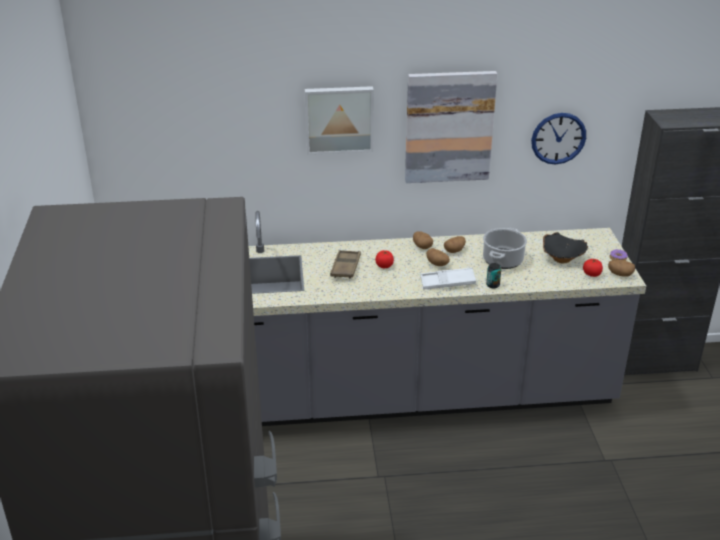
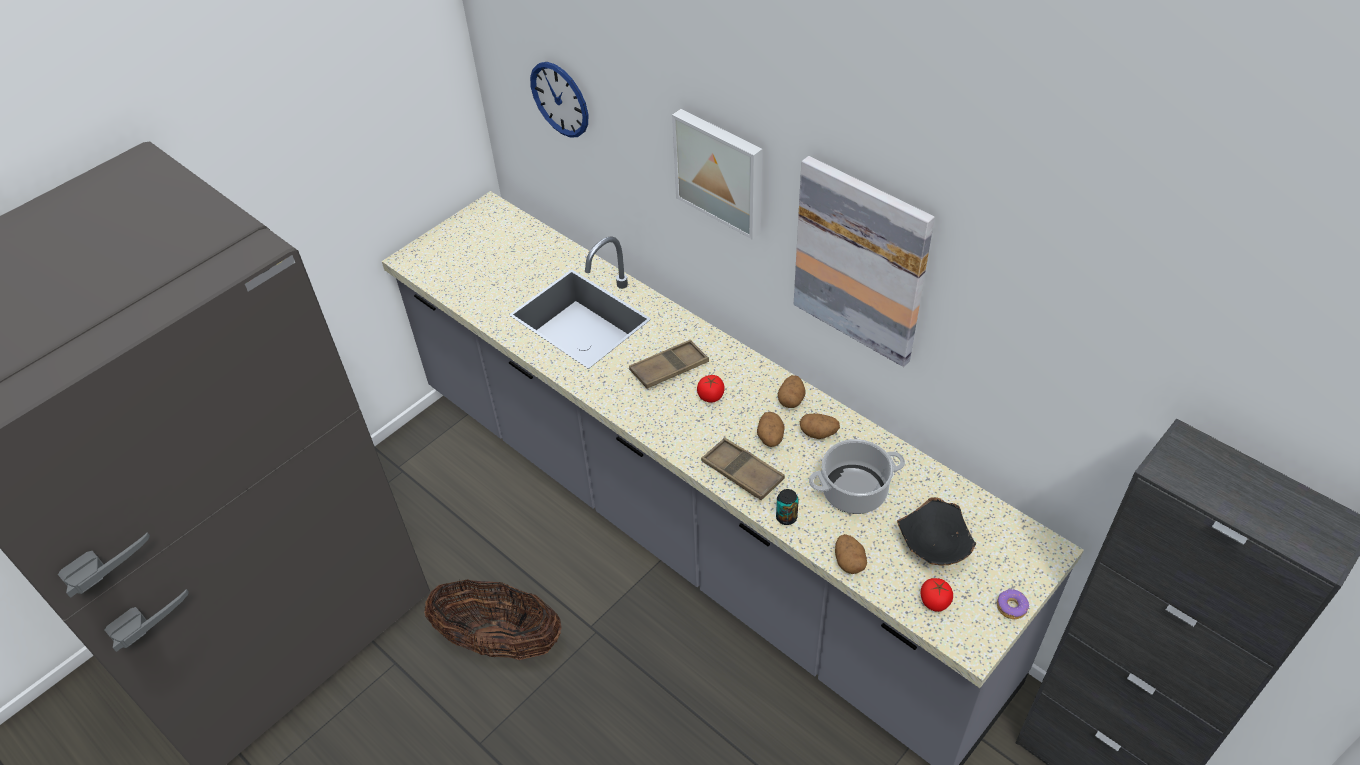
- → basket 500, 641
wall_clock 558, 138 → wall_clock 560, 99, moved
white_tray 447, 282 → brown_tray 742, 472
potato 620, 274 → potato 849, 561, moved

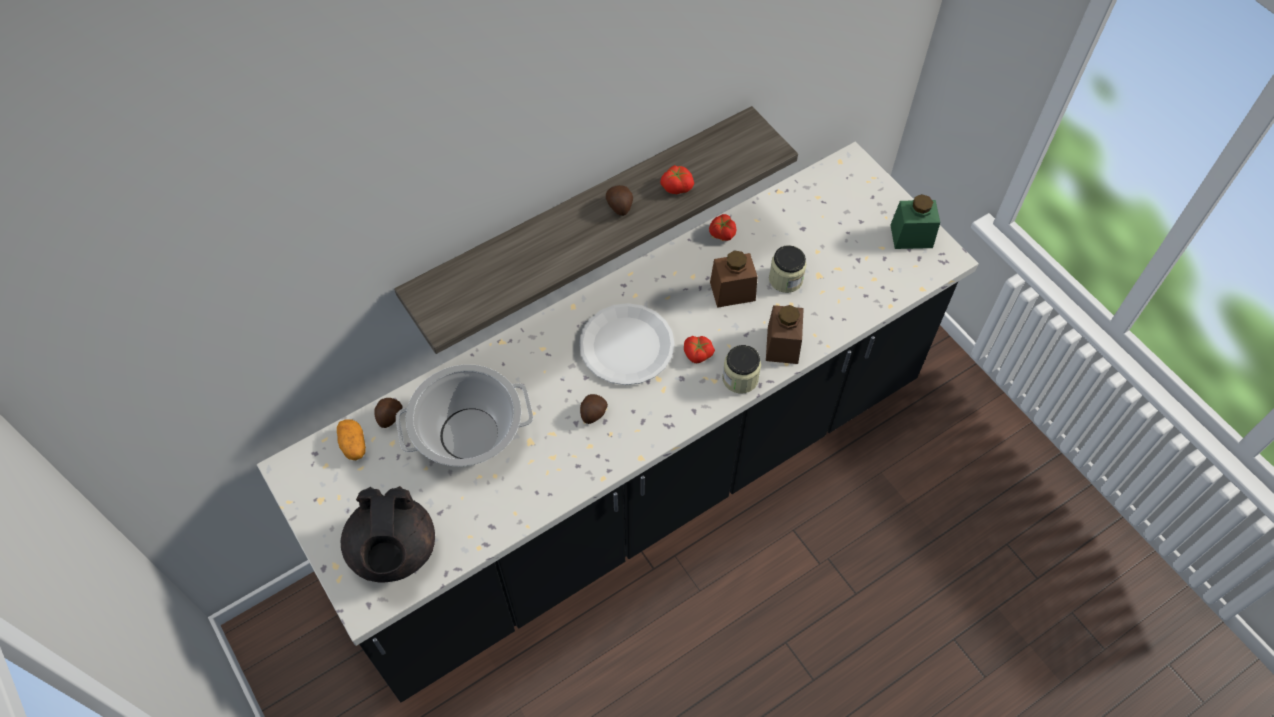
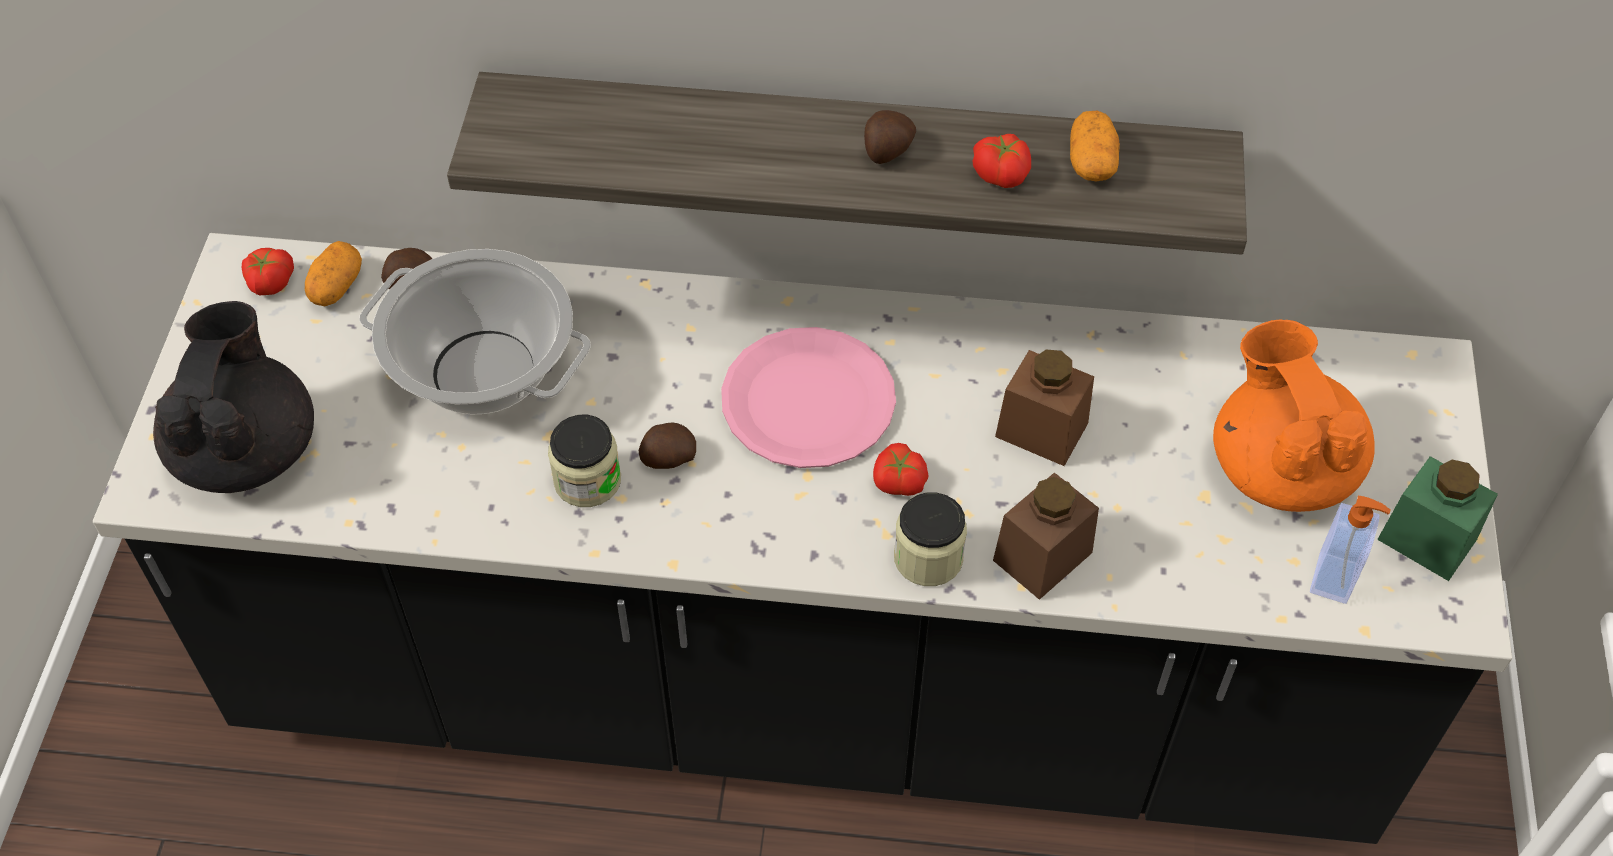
black_teapot 394, 551 → black_teapot 247, 450, 150 degrees clockwise
tomato 721, 233 → tomato 269, 281, moved
jar 785, 279 → jar 587, 480, moved
white_plate 626, 345 → pink_plate 808, 400
- → potato 1091, 162
- → orange_teapot 1281, 467
- → soap_dispenser 1335, 578

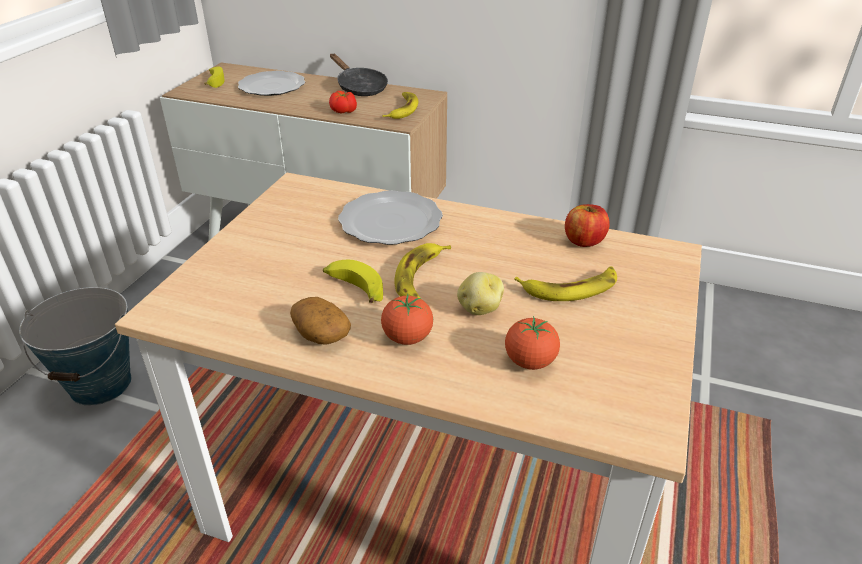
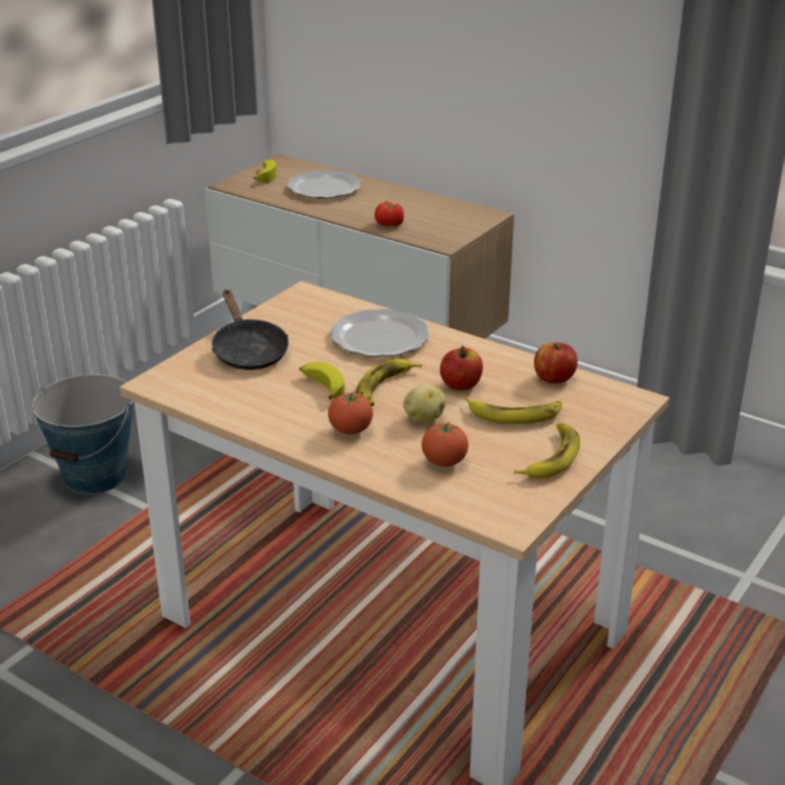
black_frying_pan 359, 87 → black_frying_pan 248, 351, moved
- → apple 461, 385
banana 402, 109 → banana 551, 457, moved
potato 320, 334 → -

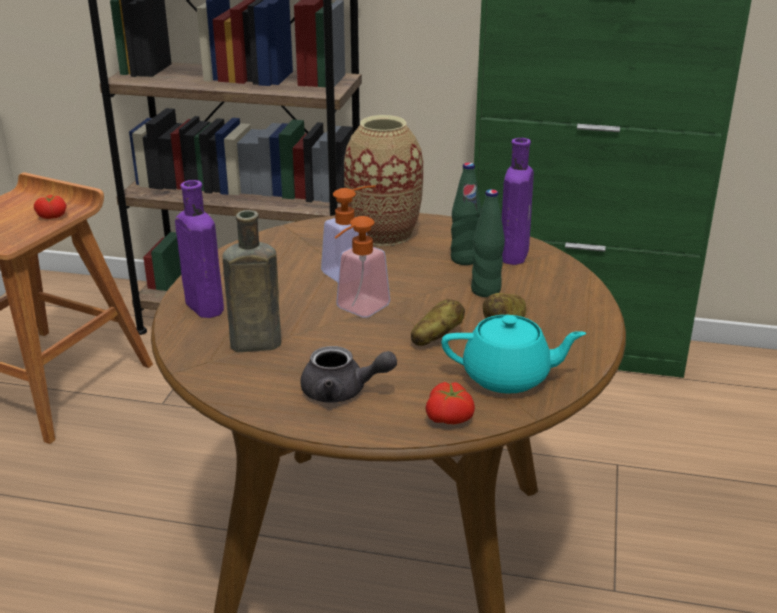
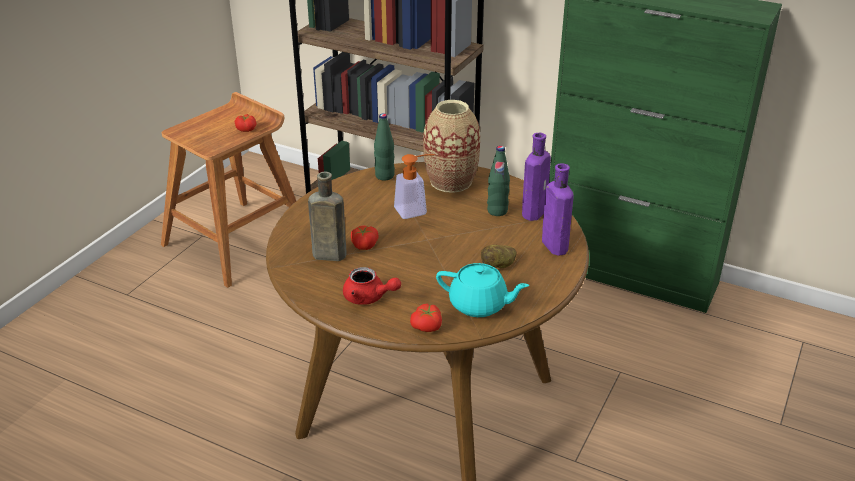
grey_teapot 342, 392 → red_teapot 369, 298
- → tomato 363, 245
green_bottle 486, 291 → green_bottle 384, 176, moved
purple_bottle 202, 305 → purple_bottle 553, 245, moved
soap_dispenser 357, 310 → -
potato 436, 337 → -

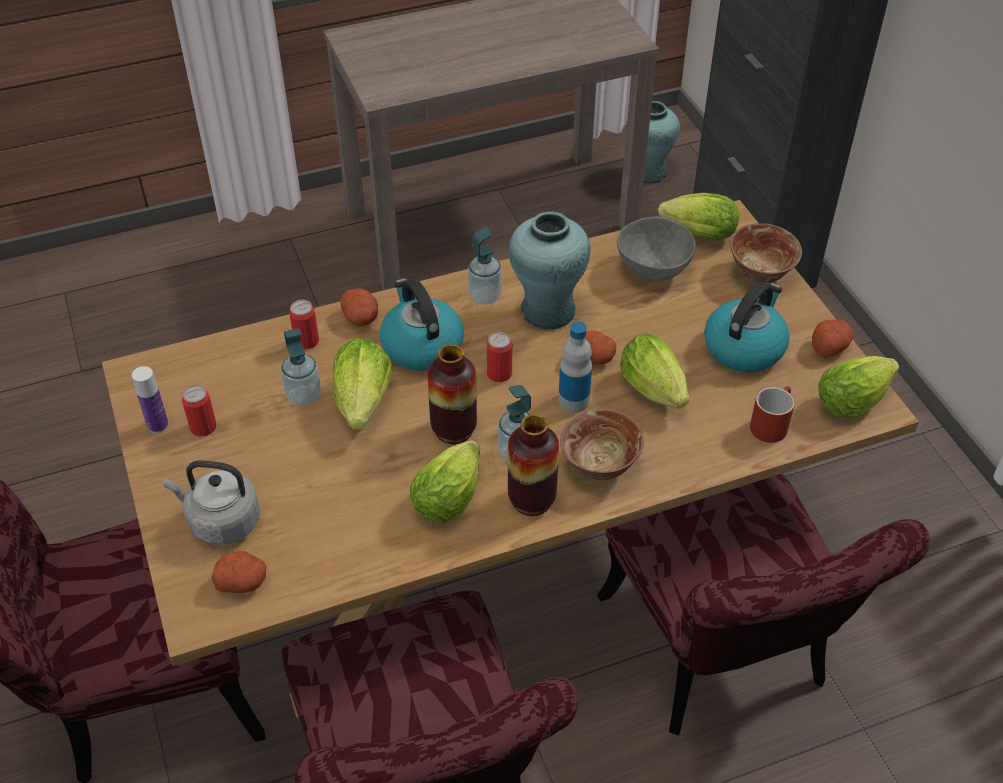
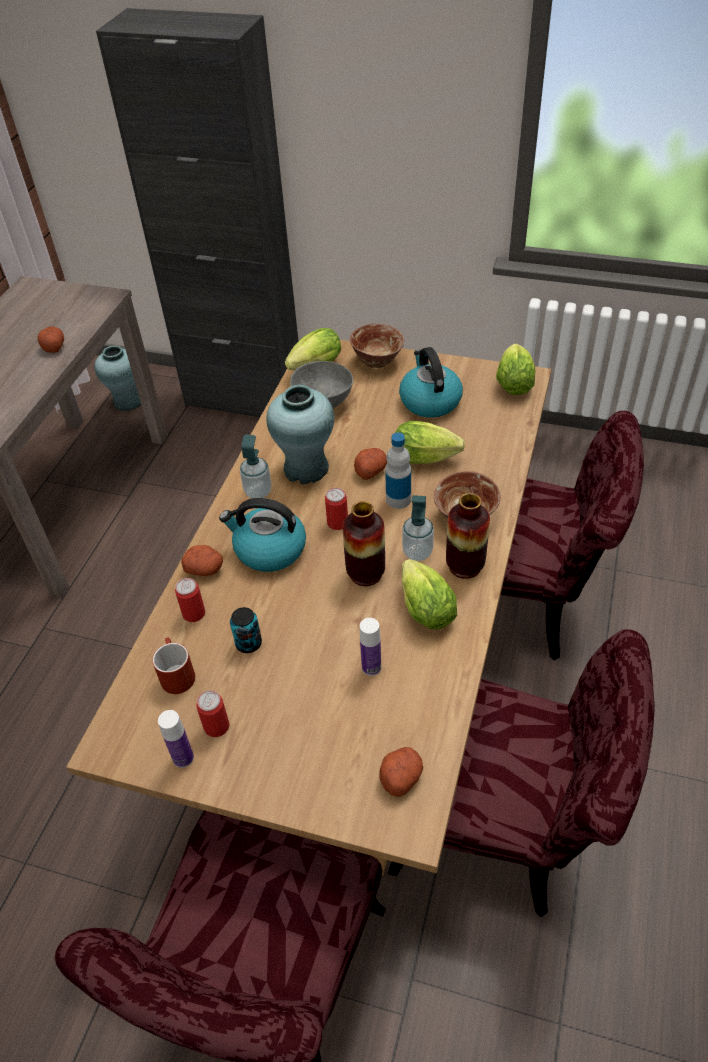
potato 829, 346 → potato 53, 347, moved
red_mug 770, 423 → red_mug 175, 674, moved
soap_dispenser 304, 396 → can 248, 643
- → bottle 371, 667
grey_kettle 221, 521 → -
lettuce 363, 402 → -

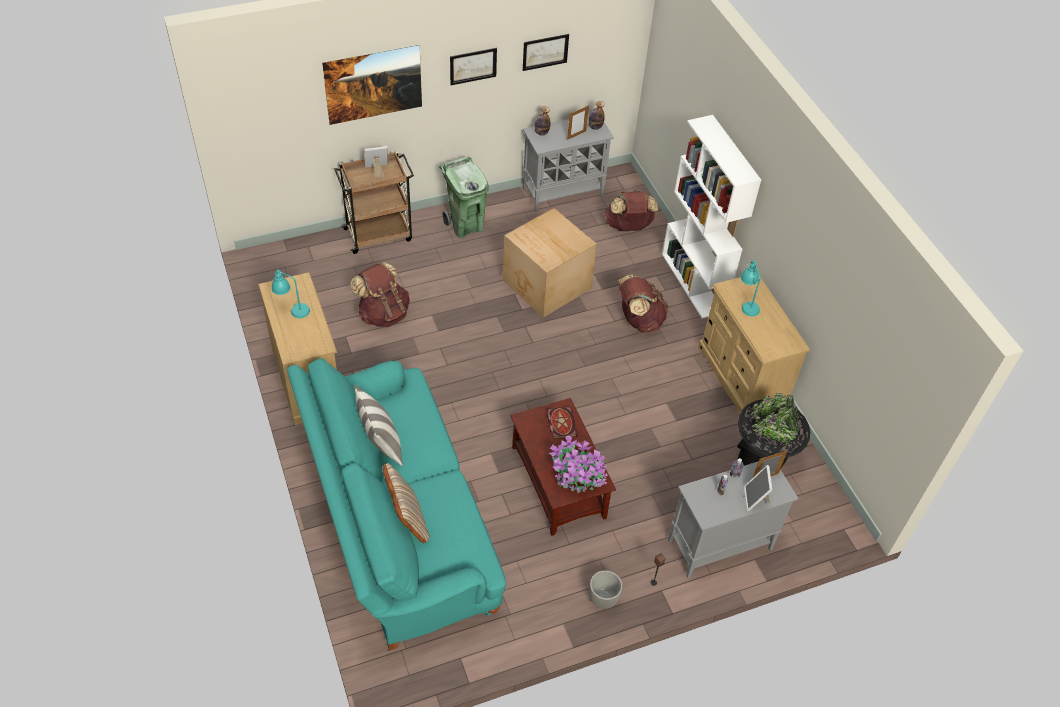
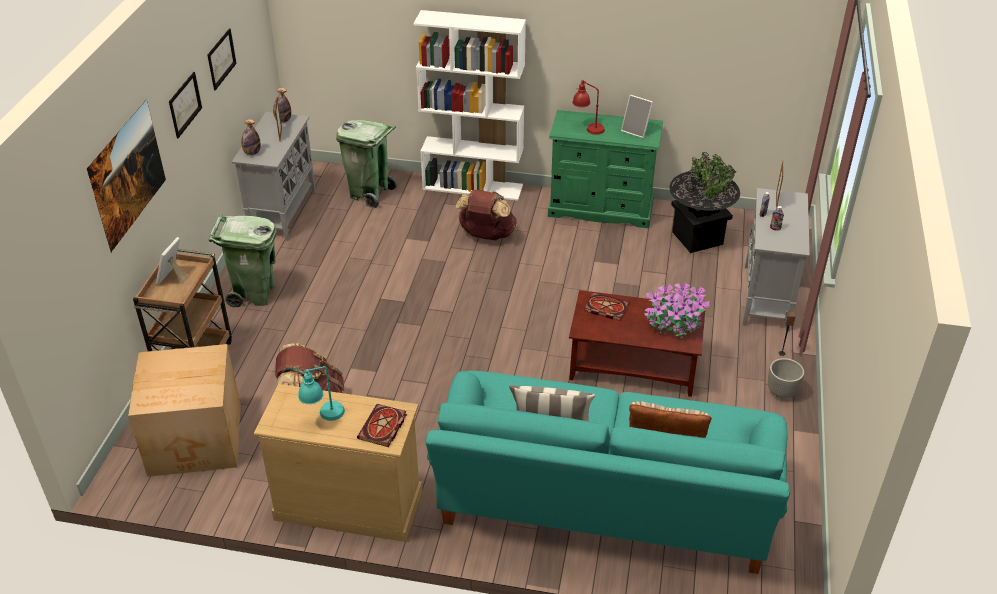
cardboard_box 546, 285 → cardboard_box 196, 440, moved
brown_backpack 628, 227 → green_trash_can 370, 193
- → book 383, 428
beige_dresser 741, 377 → green_dresser 601, 208
turquoise_table_lamp 746, 303 → red_table_lamp 587, 129
picture_frame 756, 499 → picture_frame 636, 131, moved

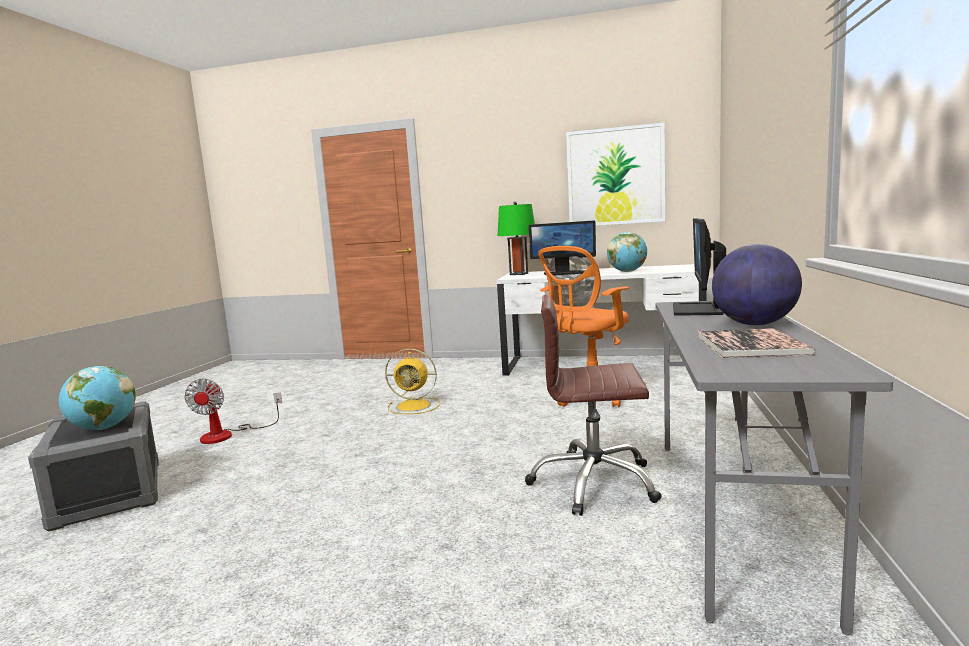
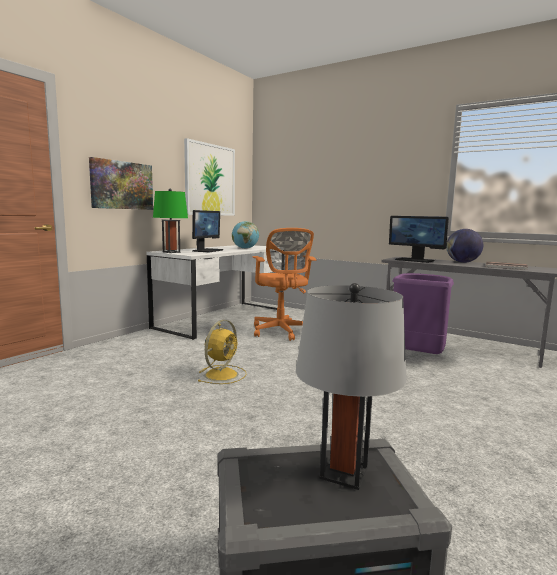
- → picture 122, 185
globe 103, 428 → grey_table_lamp 344, 472
brown_office_chair 593, 483 → purple_trash_can 417, 357
fan 228, 435 → -

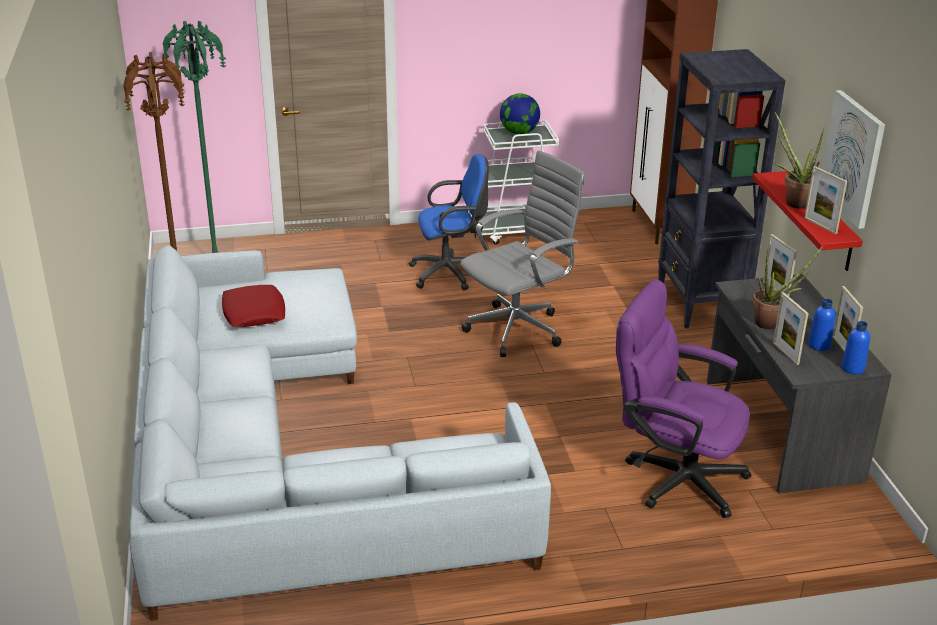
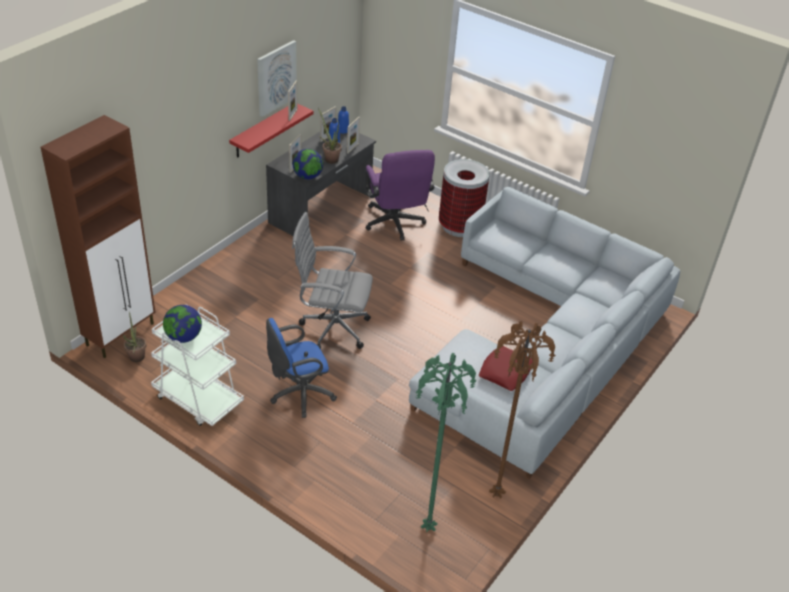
potted_plant 793, 202 → potted_plant 136, 359, moved
blue_office_chair 451, 273 → blue_office_chair 299, 395, 60 degrees counterclockwise
- → globe 307, 176
- → trash_can 459, 226
black_bookcase 701, 305 → -

